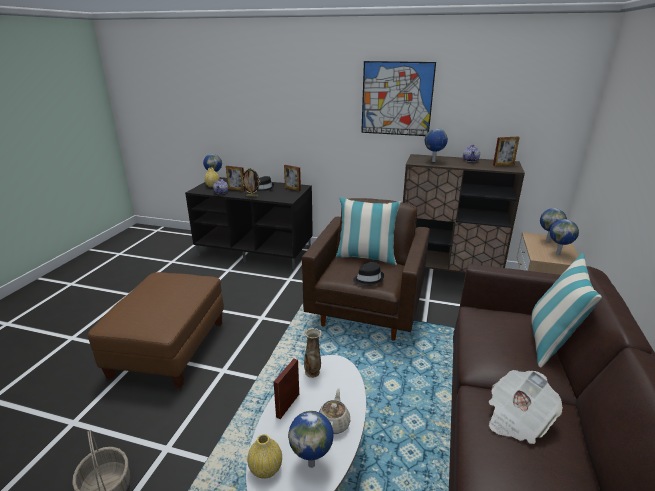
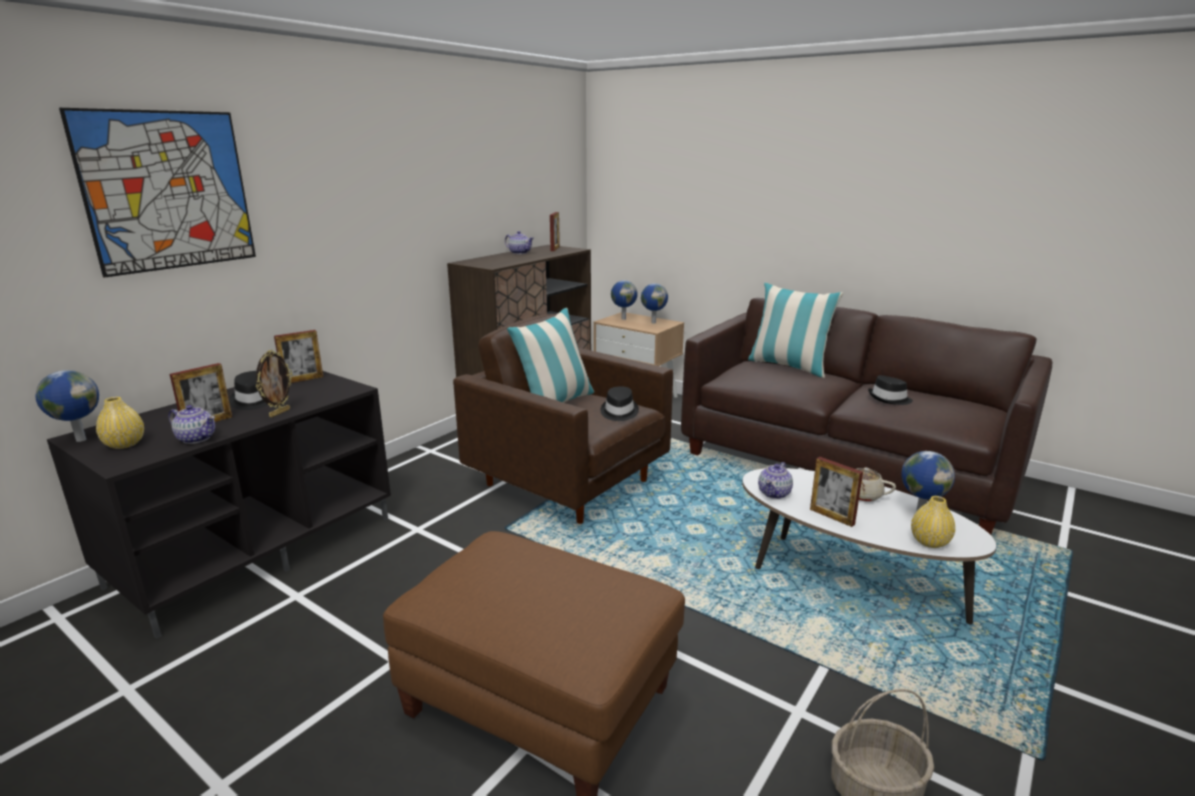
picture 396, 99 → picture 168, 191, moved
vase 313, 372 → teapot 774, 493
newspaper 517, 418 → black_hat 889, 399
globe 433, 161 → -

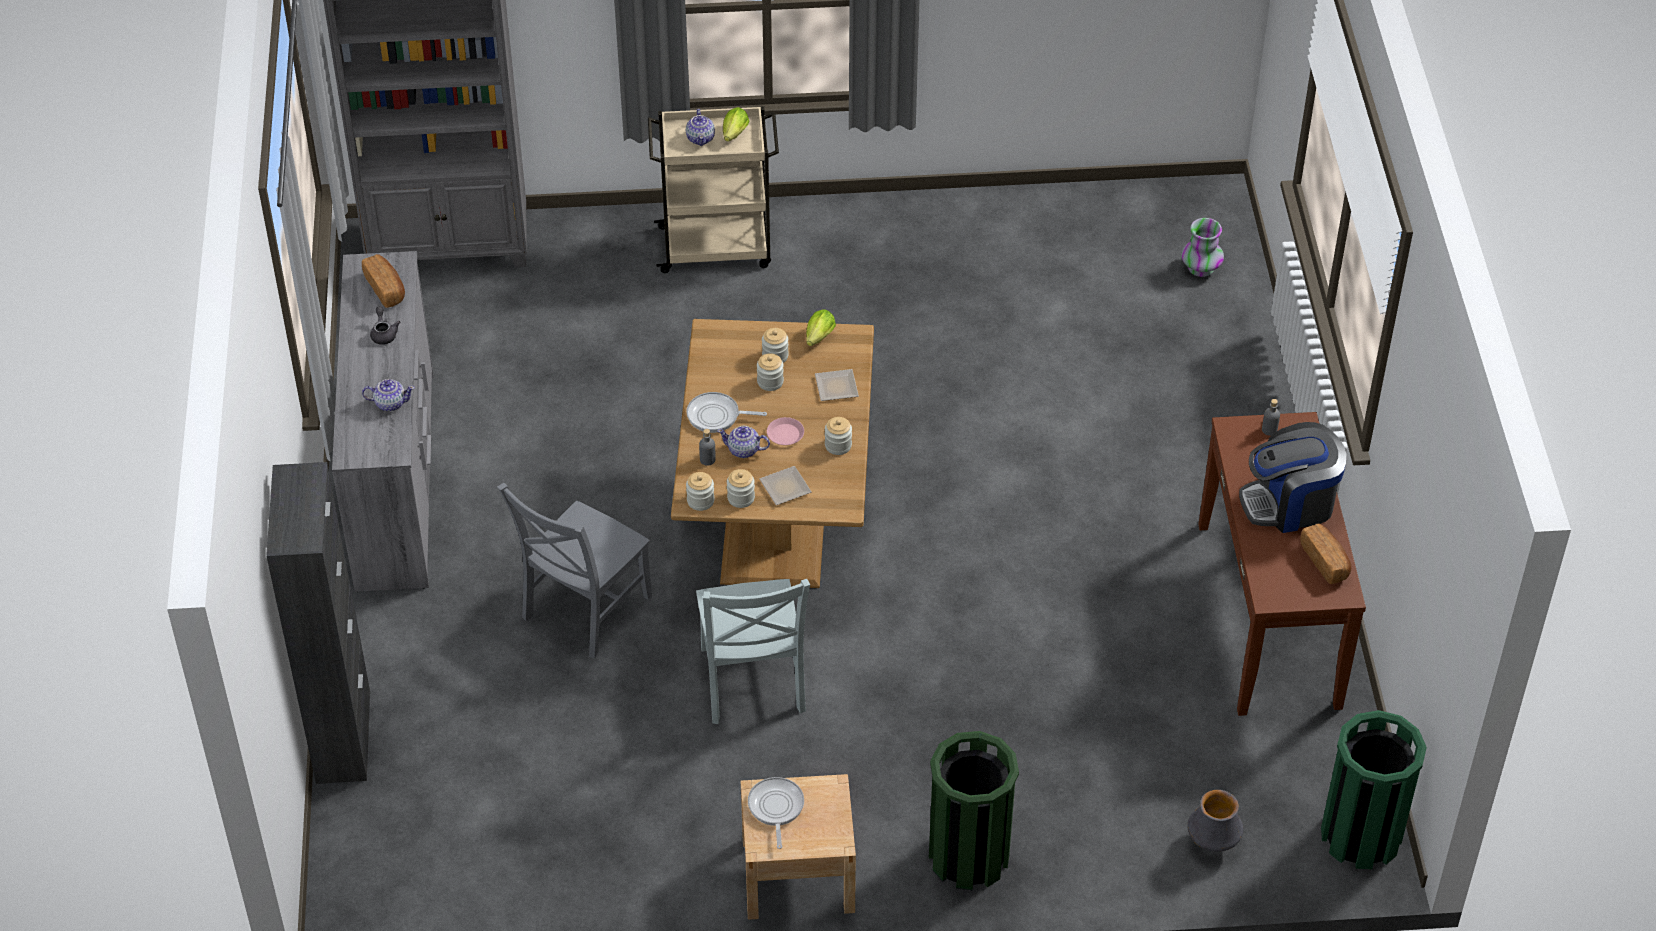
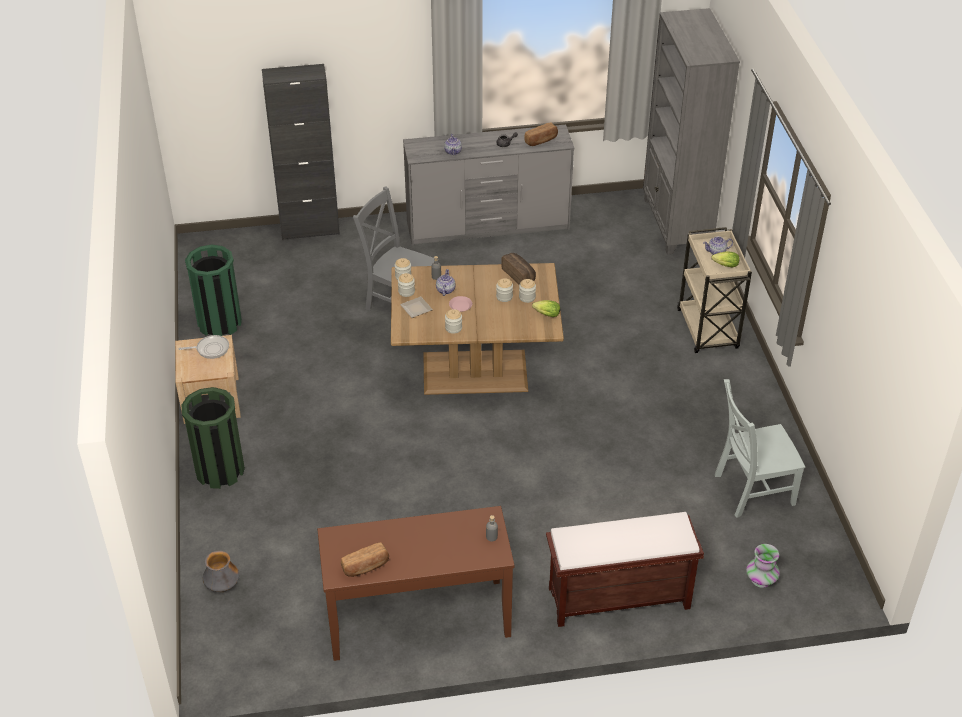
green_trash_can 1361, 836 → green_trash_can 219, 323, moved
- → bread 519, 275
- → brown_bench 617, 599
grey_chair 752, 684 → grey_chair 750, 490, moved
frying_pan 716, 416 → -
plate 835, 386 → -
coffee_machine 1290, 503 → -

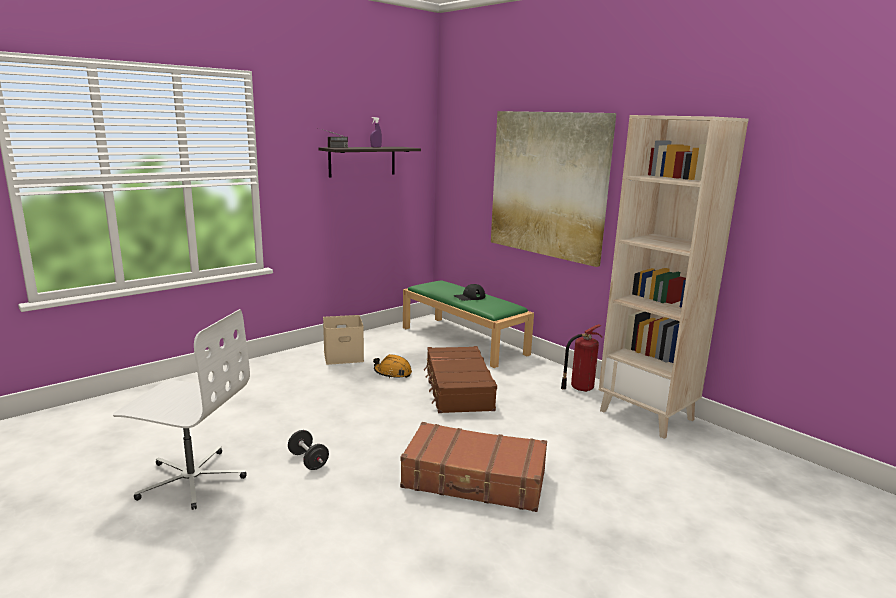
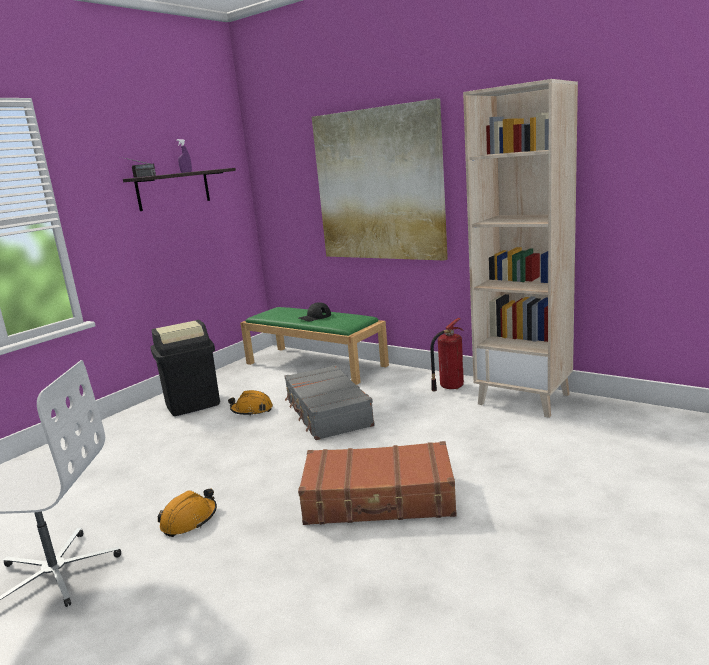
beige_storage_box 344, 356 → black_trash_can 192, 403
black_dumbbell 308, 461 → orange_hard_hat 189, 520
brown_suitcase 458, 389 → grey_suitcase 327, 413

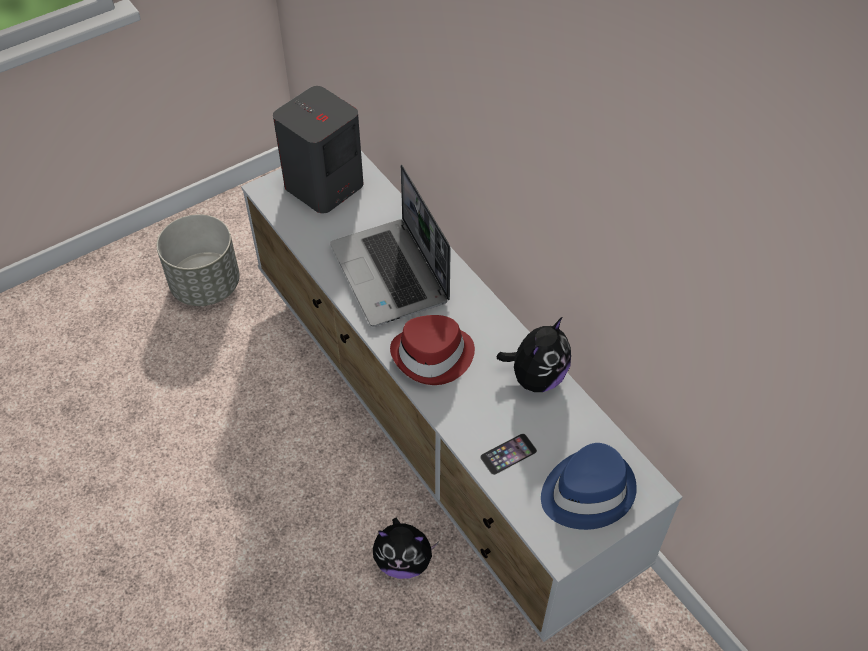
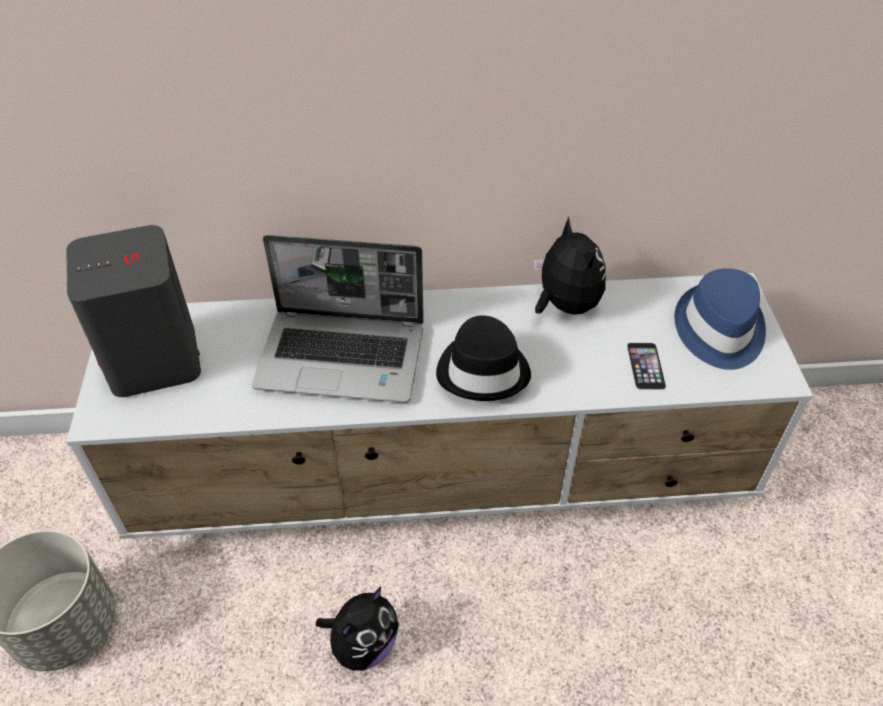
plush_toy 403, 561 → plush_toy 363, 645, moved
red_hat 433, 356 → black_hat 483, 370

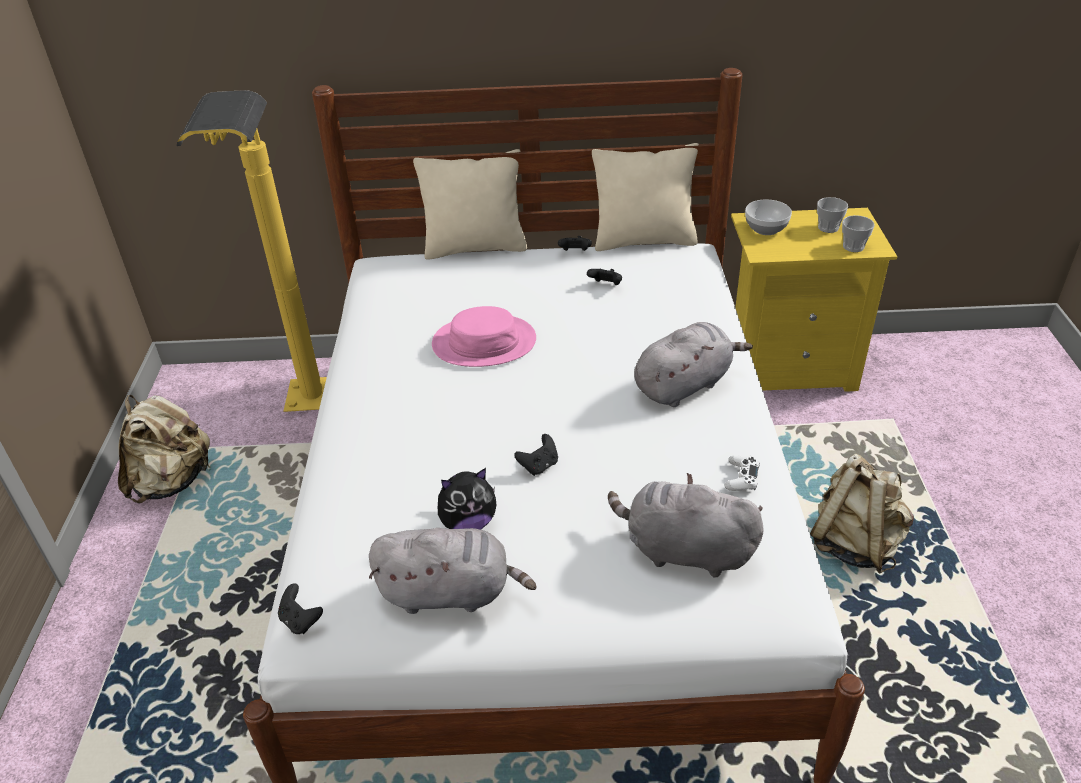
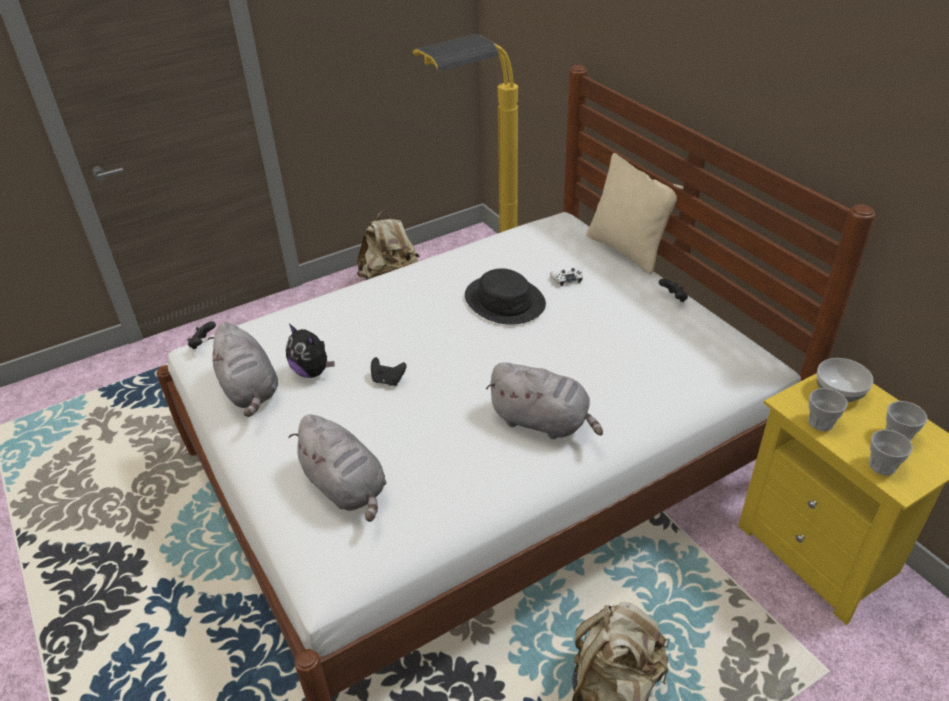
grey_plush_toy 683, 551 → grey_plush_toy 346, 487, 150 degrees clockwise
pink_hat 484, 342 → black_hat 505, 301
white_game_controller 741, 478 → white_game_controller 567, 279, moved
- → cup 820, 422
black_game_controller 605, 285 → -
beige_pillow 644, 240 → -

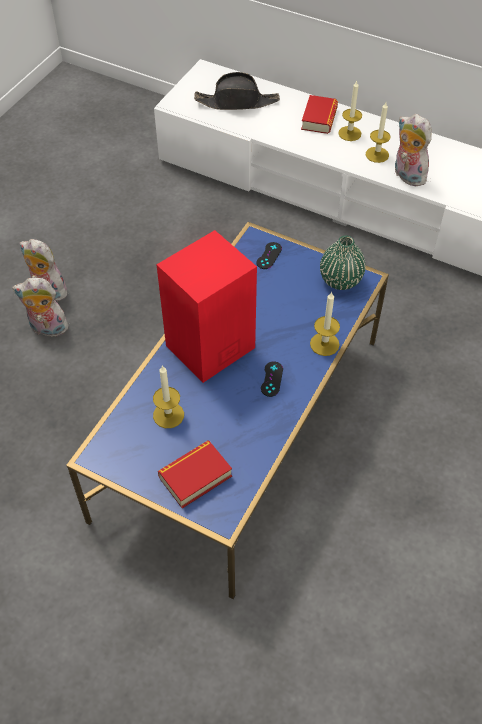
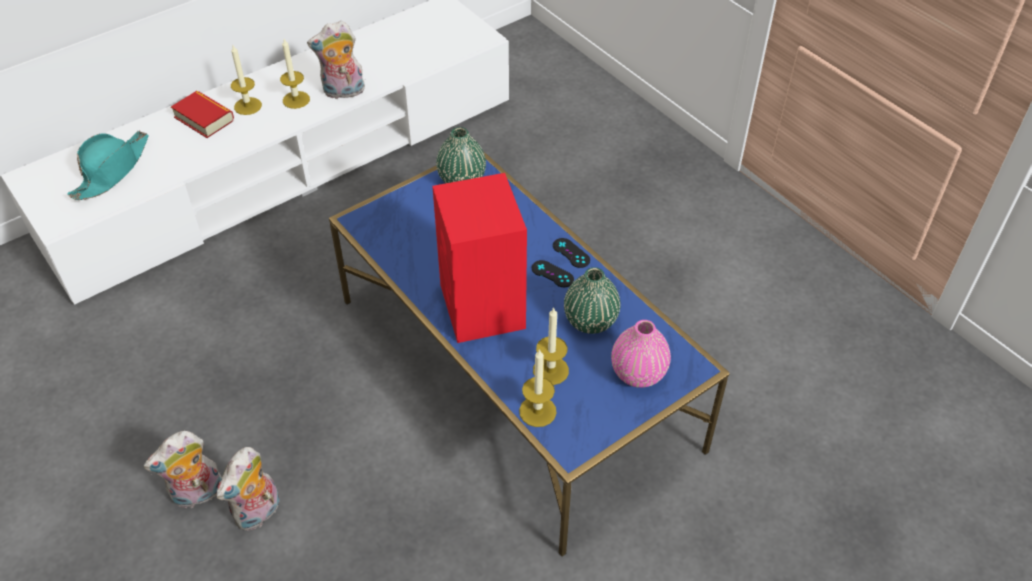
black_hat 237, 102 → turquoise_hat 112, 170
candle 324, 344 → candle 537, 411, moved
black_game_controller 269, 256 → black_game_controller 571, 253, moved
- → green_vase 590, 321
book 195, 477 → pink_vase 638, 373

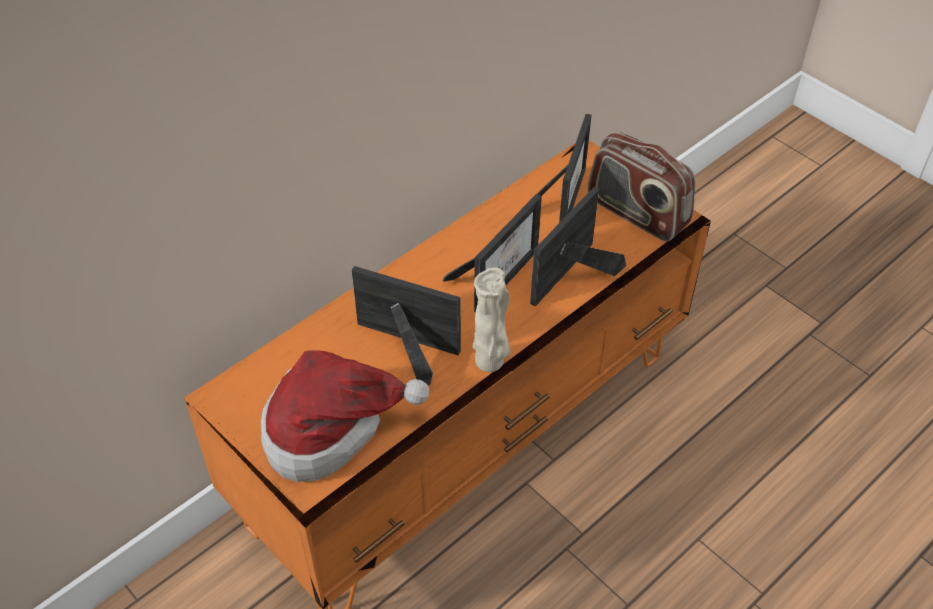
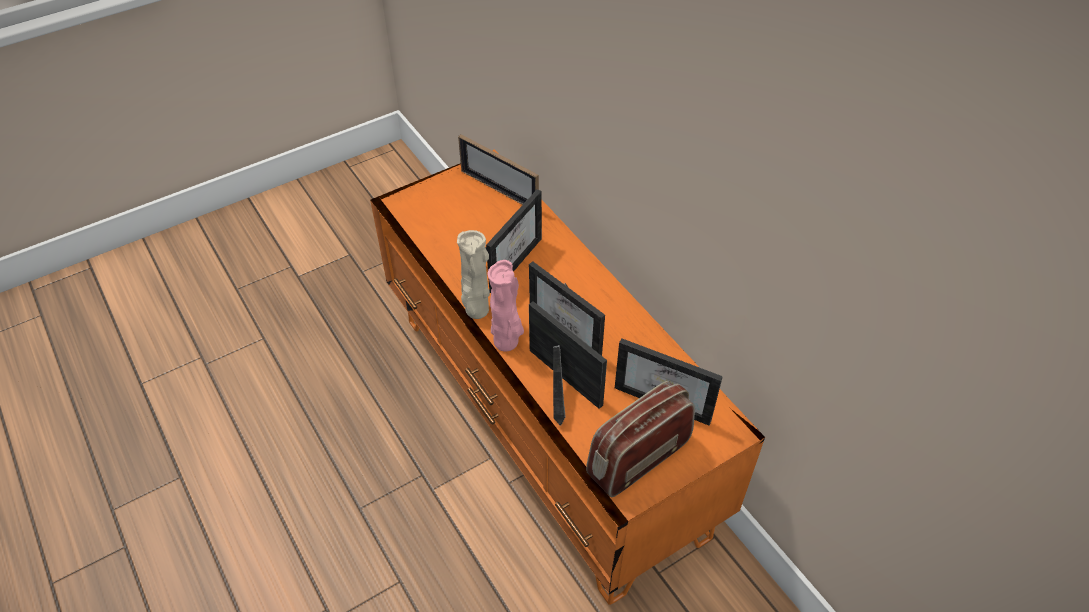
- → picture_frame 499, 190
- → pink_vase 507, 342
hat 331, 429 → -

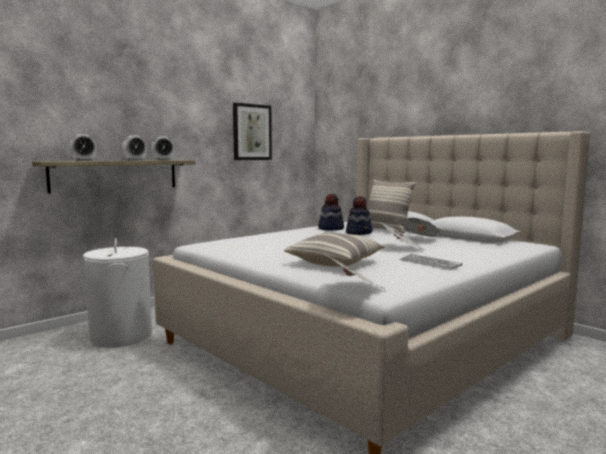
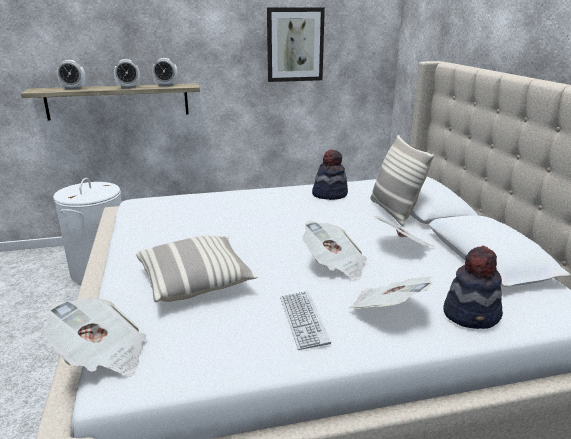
- → newspaper 387, 310
hat 359, 233 → hat 472, 314, moved

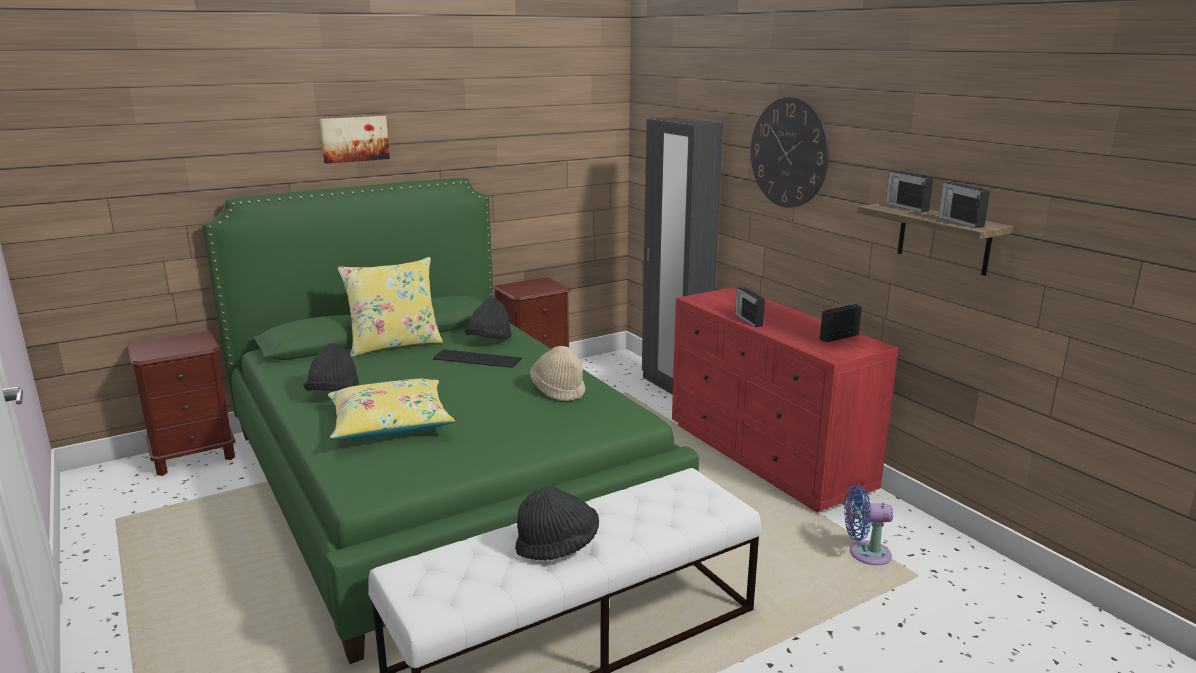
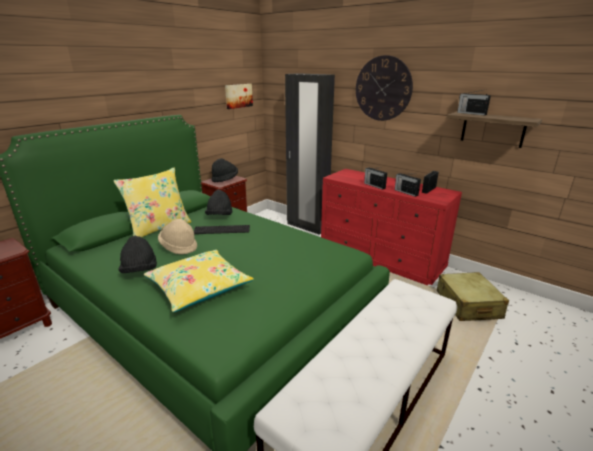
beige_hat 558, 390 → beige_hat 179, 247, moved
black_hat 557, 546 → black_hat 225, 179, moved
picture 354, 139 → picture 238, 96, moved
radio 960, 221 → radio 405, 192, moved
blue_fan 865, 554 → beige_suitcase 468, 305

